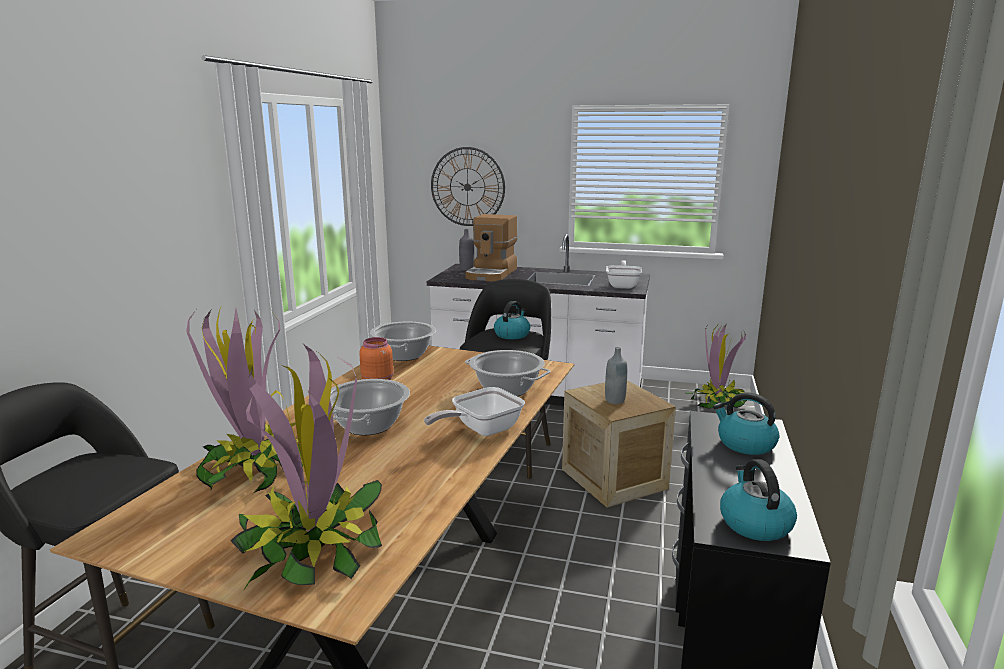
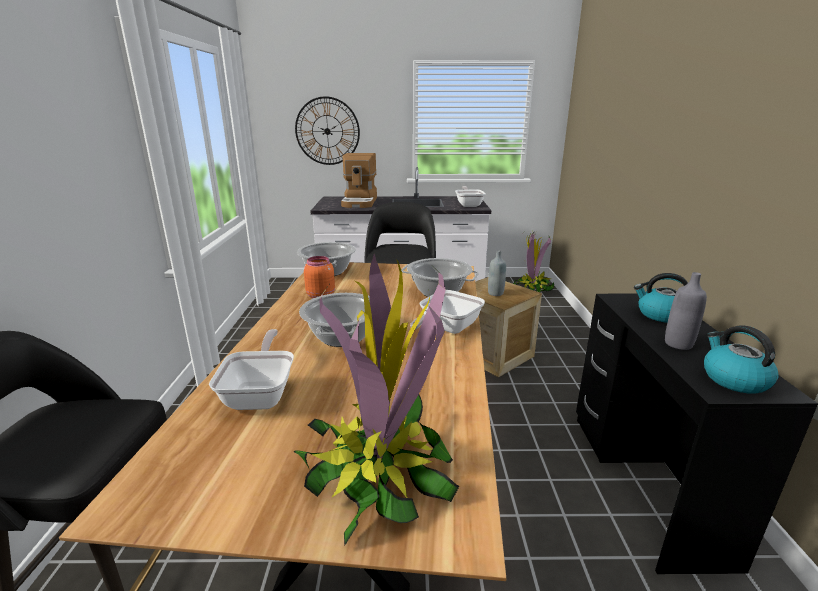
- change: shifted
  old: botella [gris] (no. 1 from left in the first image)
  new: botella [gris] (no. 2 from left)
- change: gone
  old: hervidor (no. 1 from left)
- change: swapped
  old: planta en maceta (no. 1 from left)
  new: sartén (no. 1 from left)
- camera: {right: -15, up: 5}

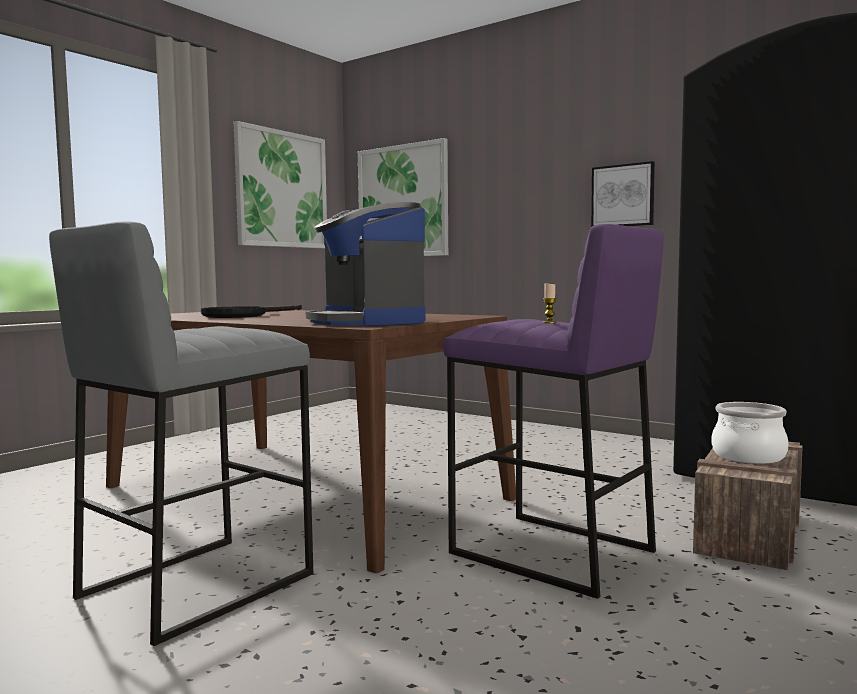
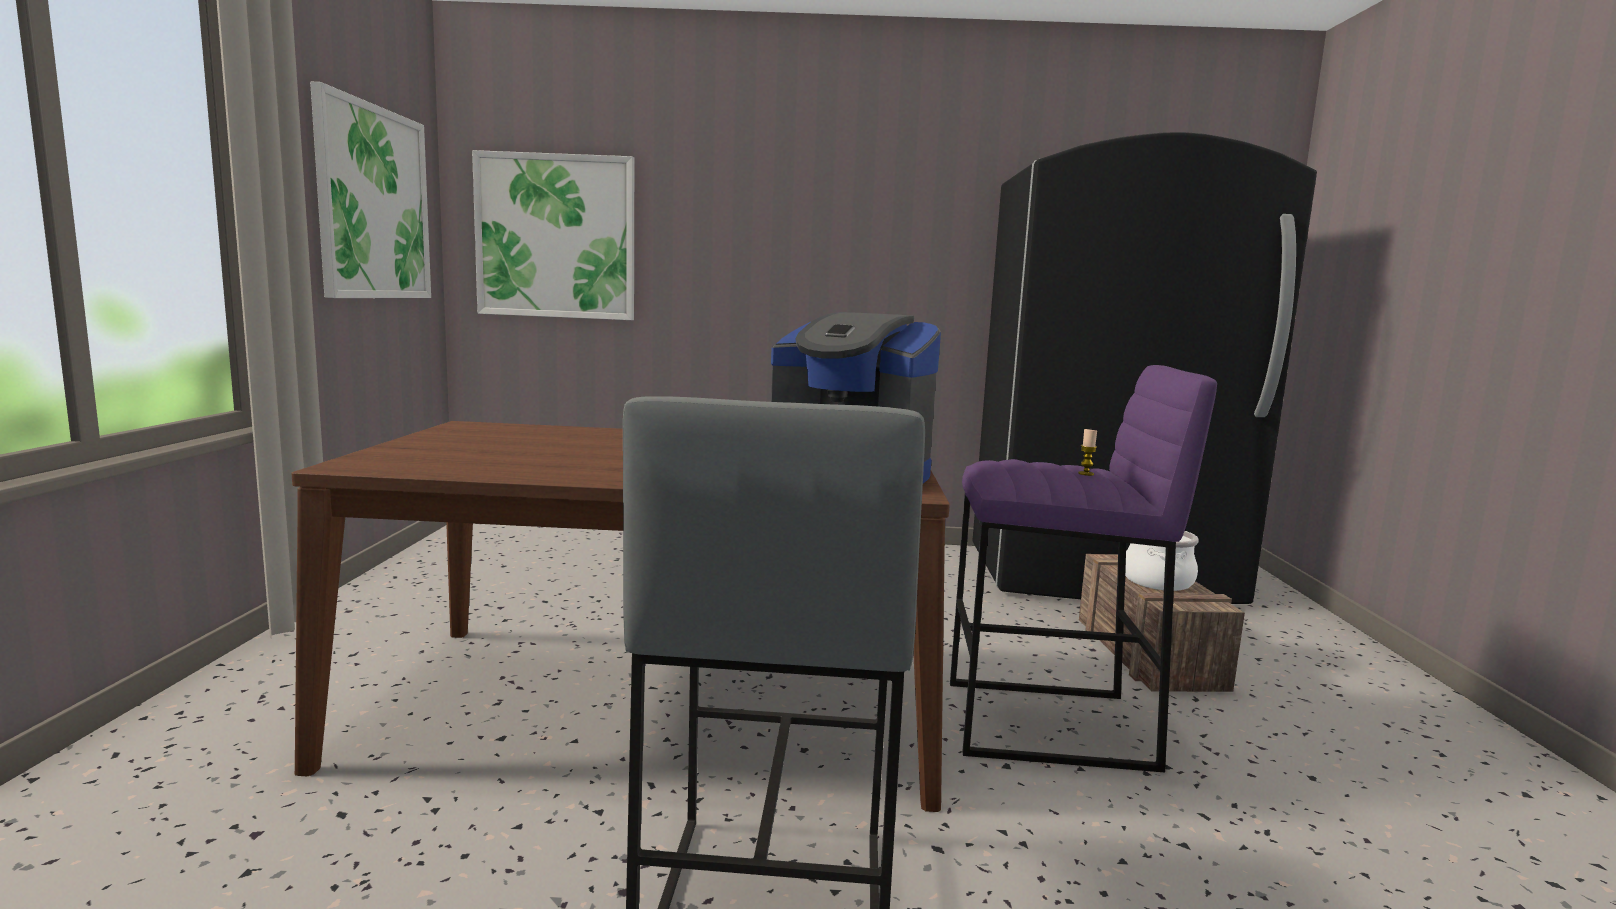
- change: gone
  old: cuadro (no. 3 from left)
- change: gone
  old: sartén [negro]
- camera: {right: -35, up: 5}

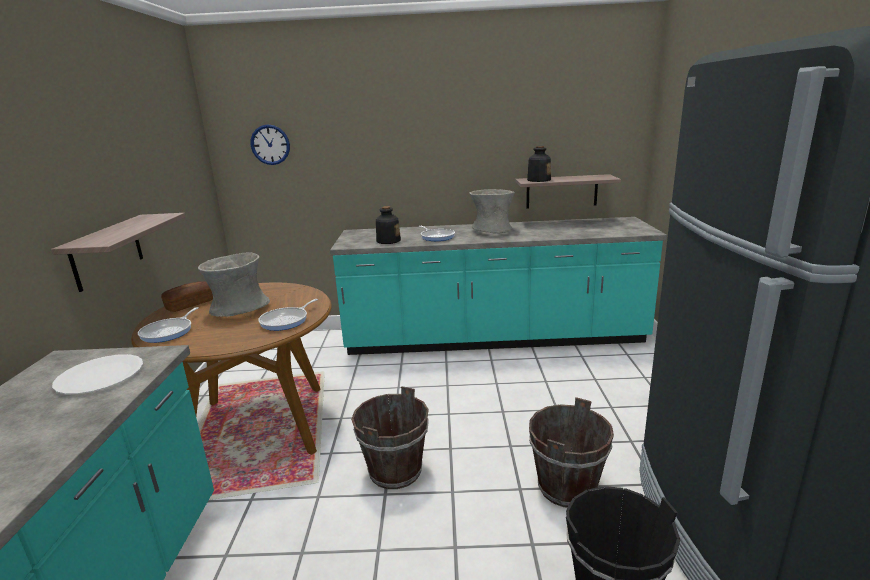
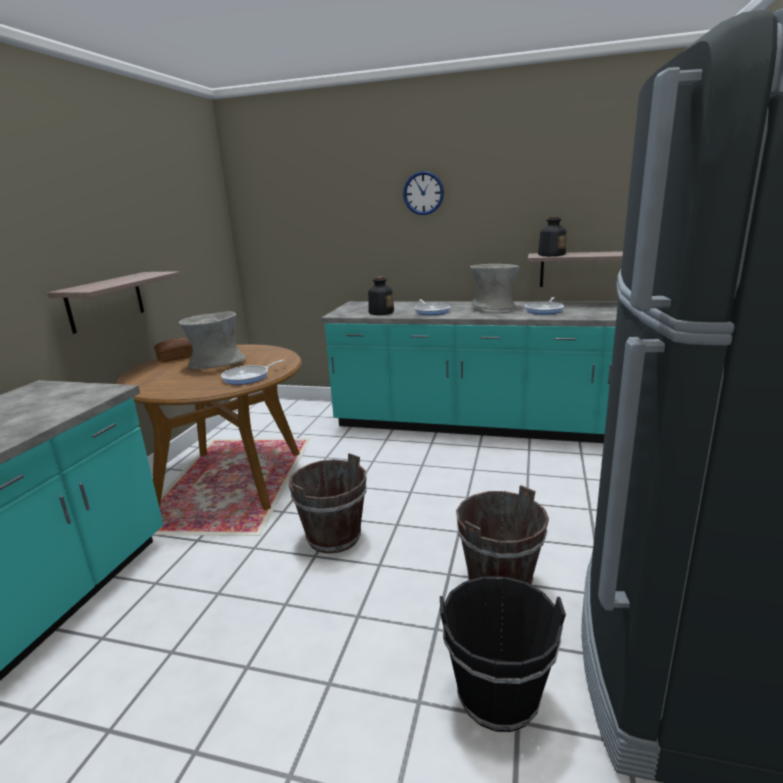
- change: shifted
  old: reloj de pared
- change: shifted
  old: sartén (no. 1 from left in the first image)
  new: sartén (no. 3 from left)
- change: gone
  old: plato [blanco]
- camera: {right: 15, up: 0}

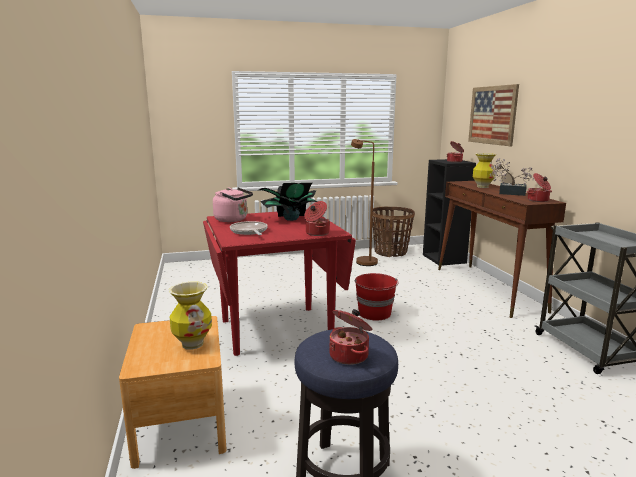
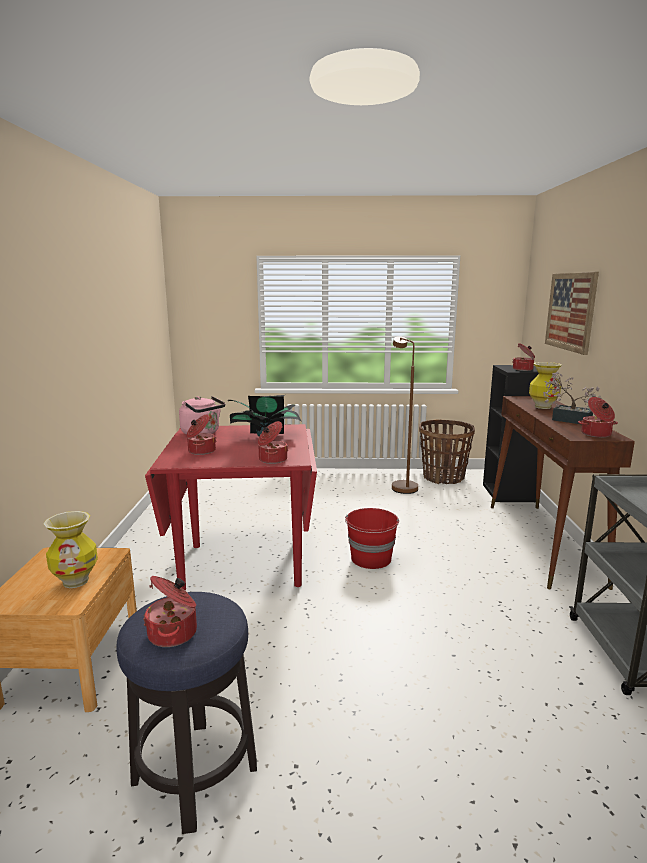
- change: swapped
  old: sartén
  new: olla (no. 2 from left)
- camera: {right: 15, up: 0}

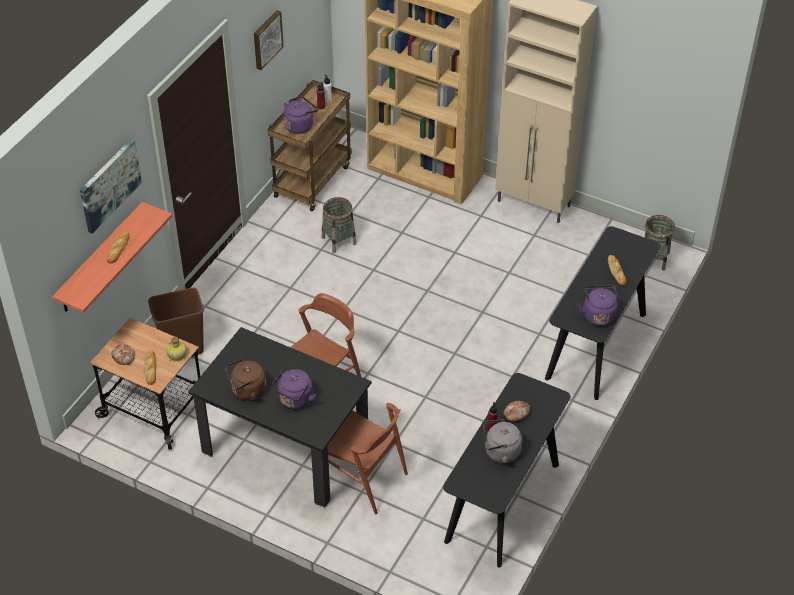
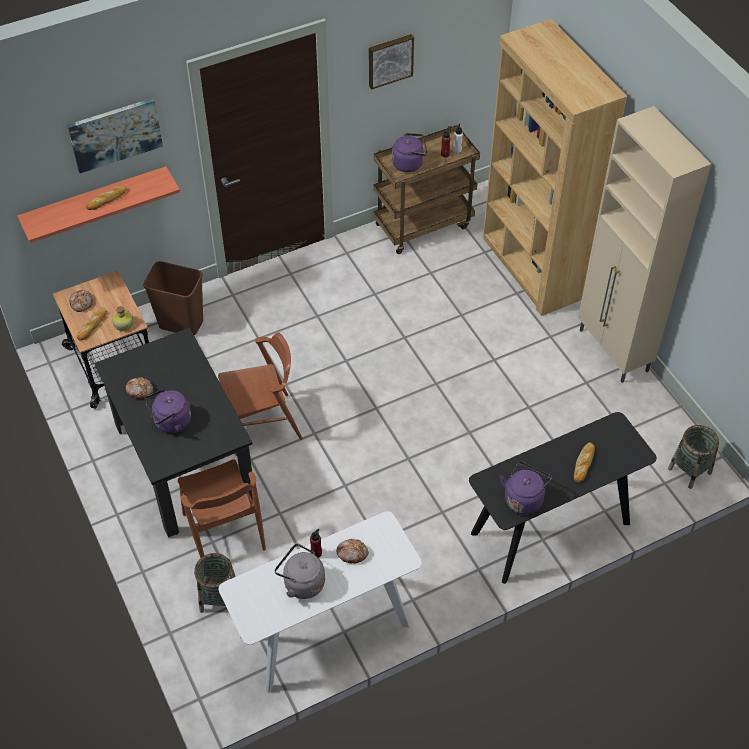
- change: shifted
  old: cesta (no. 1 from left)
- change: swapped
  old: hervidor [marrón]
  new: pan (no. 4 from left)
- change: repainted
  old: mesa consola [negro] (no. 1 from left)
  new: mesa consola [blanco]
- camera: {right: 35, up: 5}

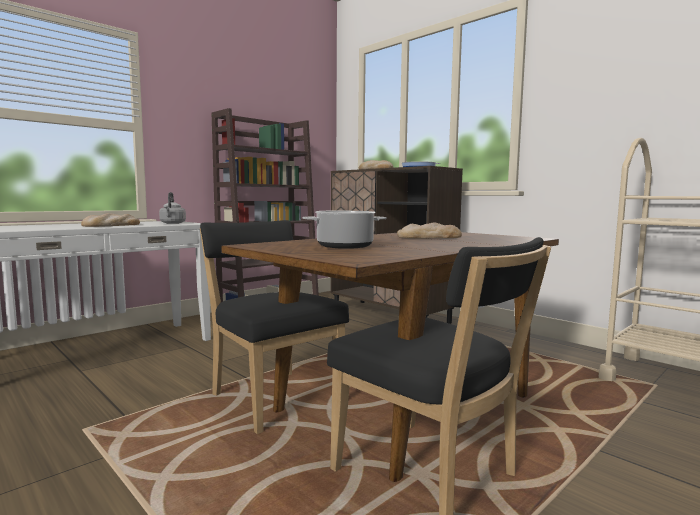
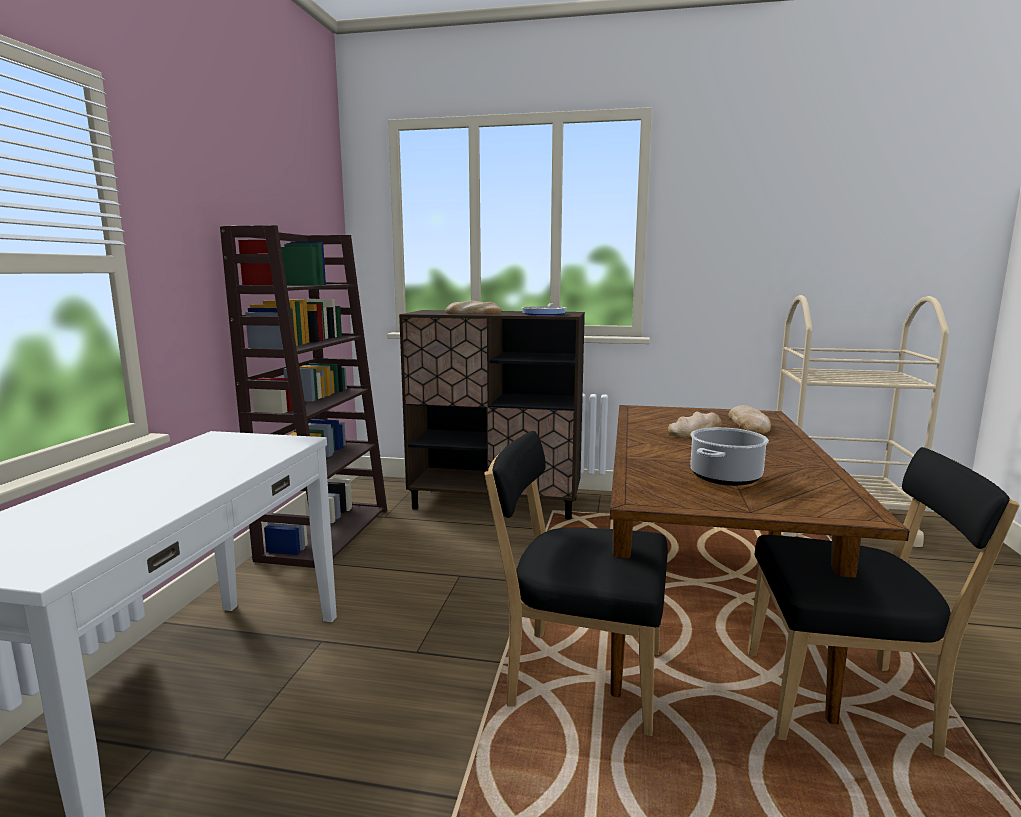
- change: gone
  old: hervidor [gris]
- change: shifted
  old: pan (no. 1 from left in the first image)
  new: pan (no. 3 from left)
- camera: {right: -35, up: 5}

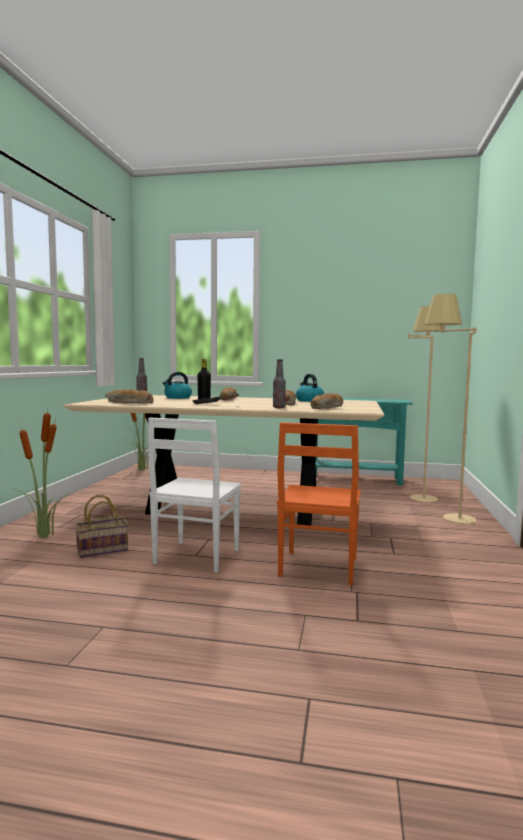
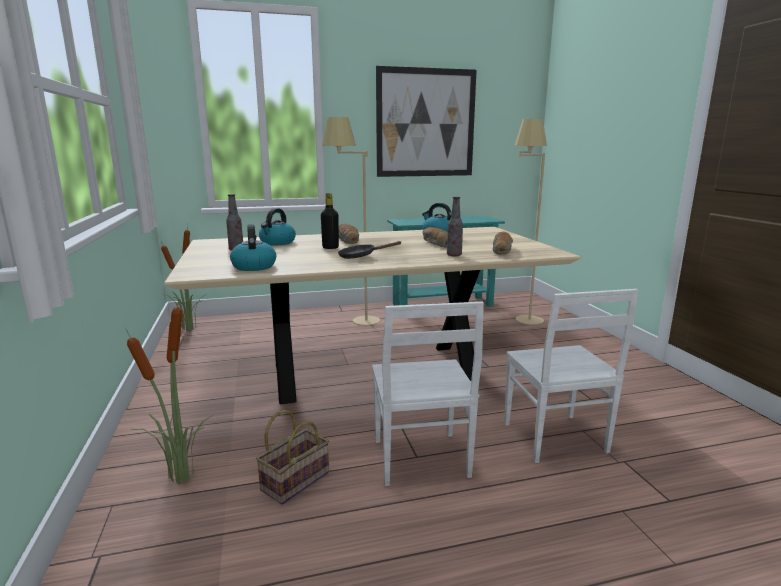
- change: shifted
  old: lámpara de pie [beis] (no. 2 from left in the first image)
  new: lámpara de pie [beis] (no. 1 from left)
- change: swapped
  old: pan (no. 1 from left)
  new: hervidor (no. 1 from left)
- change: repainted
  old: silla [naranja]
  new: silla [blanco] (no. 2 from left)
- change: new
  new: cuadro
- camera: {right: -25, up: 10}

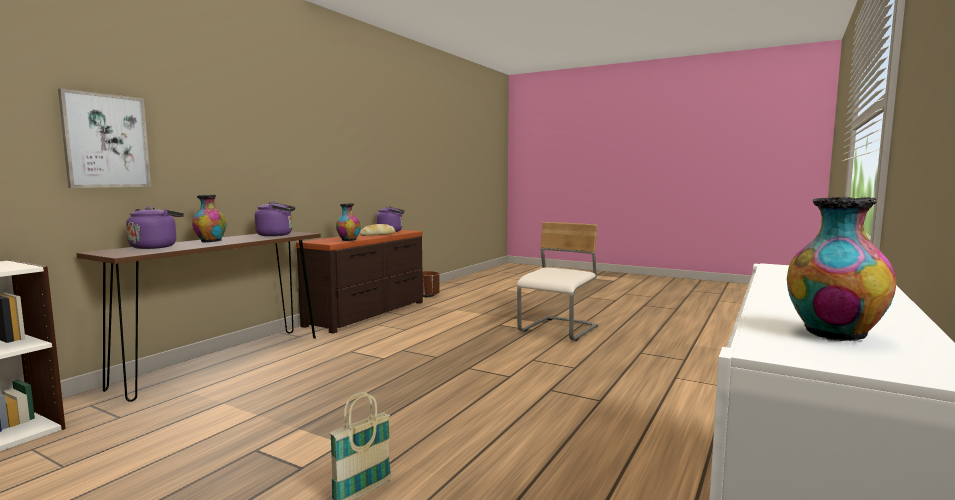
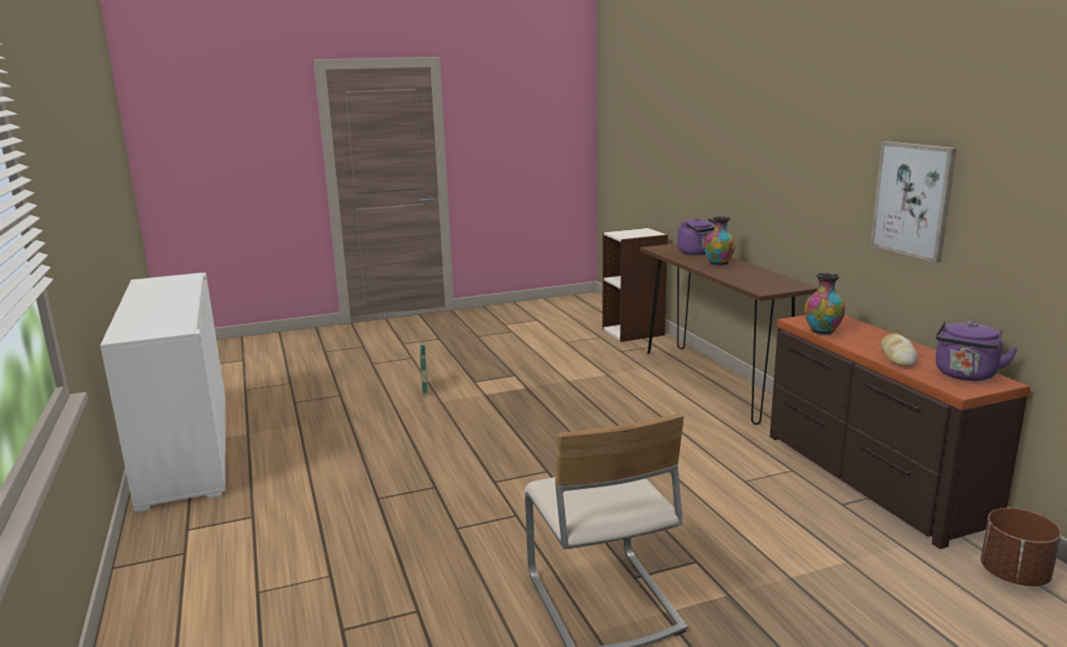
- change: shifted
  old: cuadro
- change: gone
  old: florero (no. 3 from left)
- change: gone
  old: hervidor [morado] (no. 2 from left)
- camera: {right: 130, up: 10}

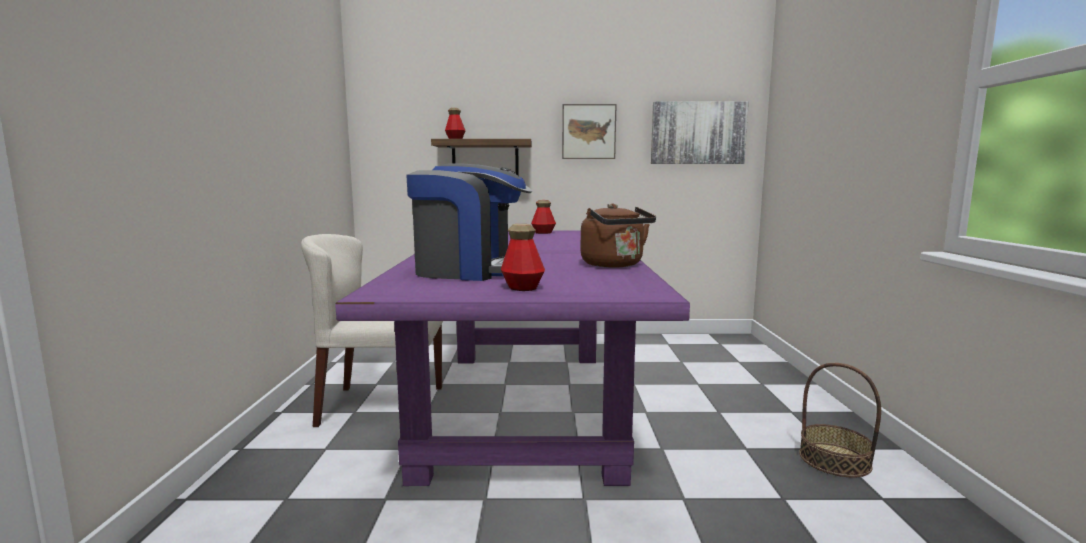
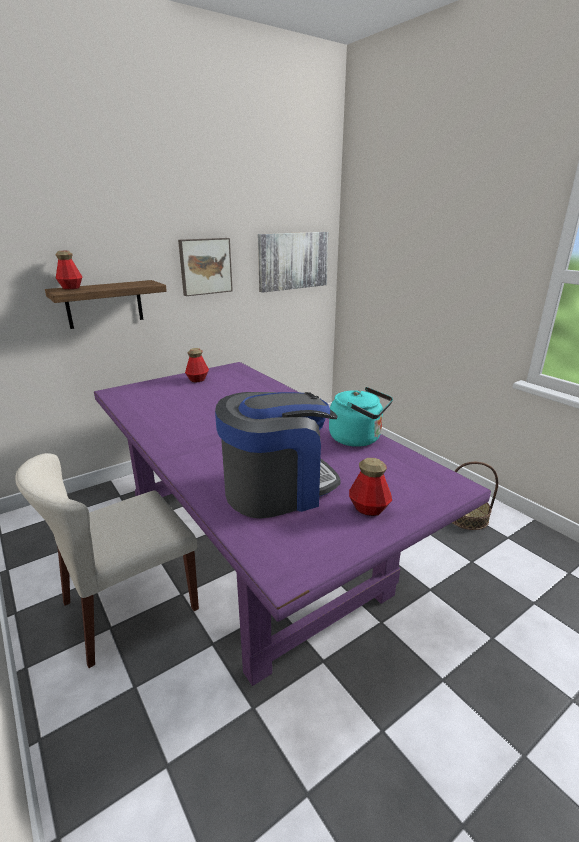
- change: repainted
  old: hervidor [marrón]
  new: hervidor [turquesa]
- camera: {right: -35, up: 15}

